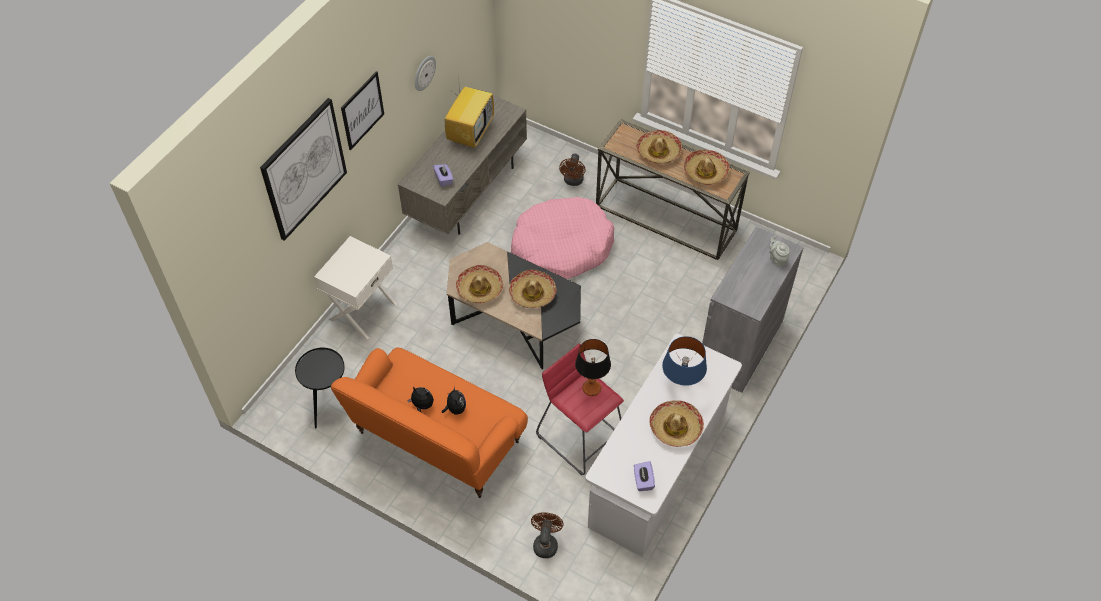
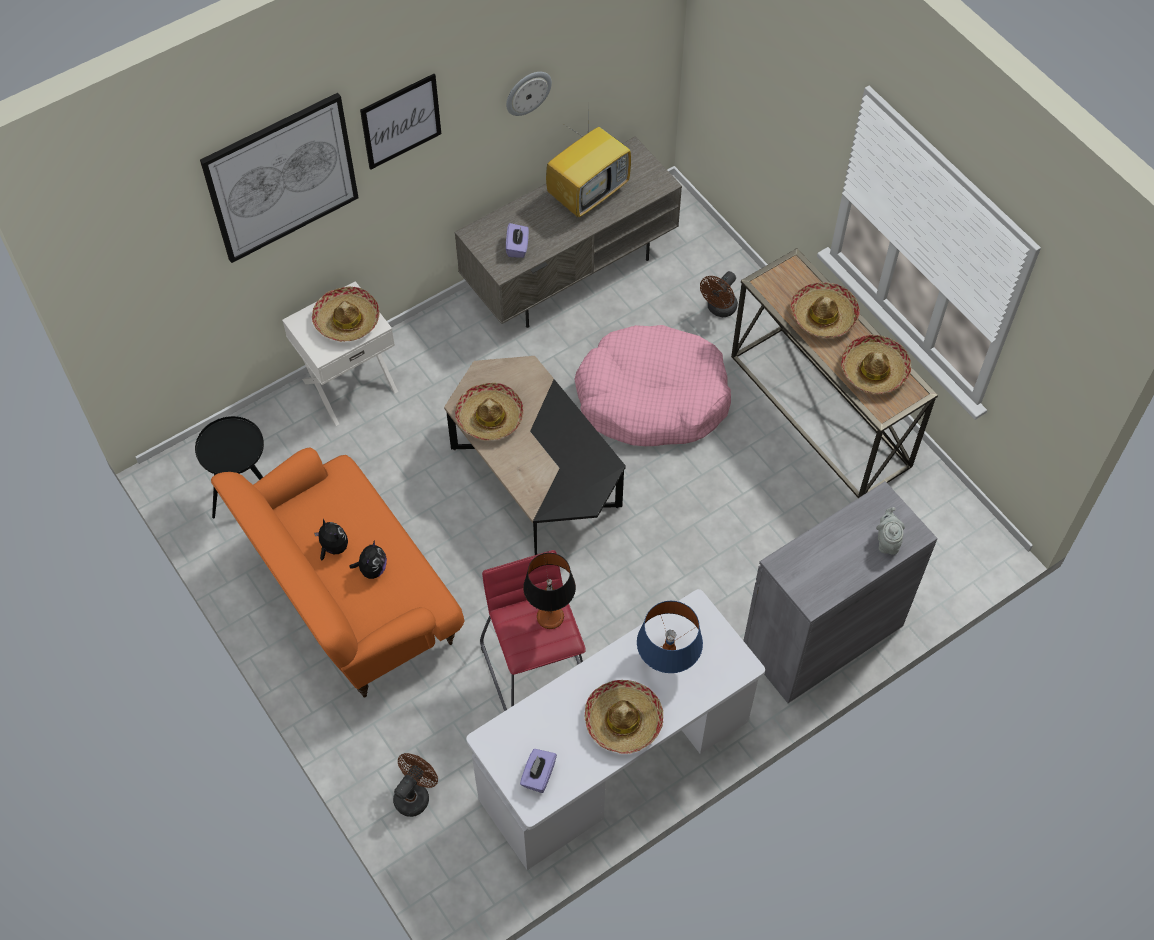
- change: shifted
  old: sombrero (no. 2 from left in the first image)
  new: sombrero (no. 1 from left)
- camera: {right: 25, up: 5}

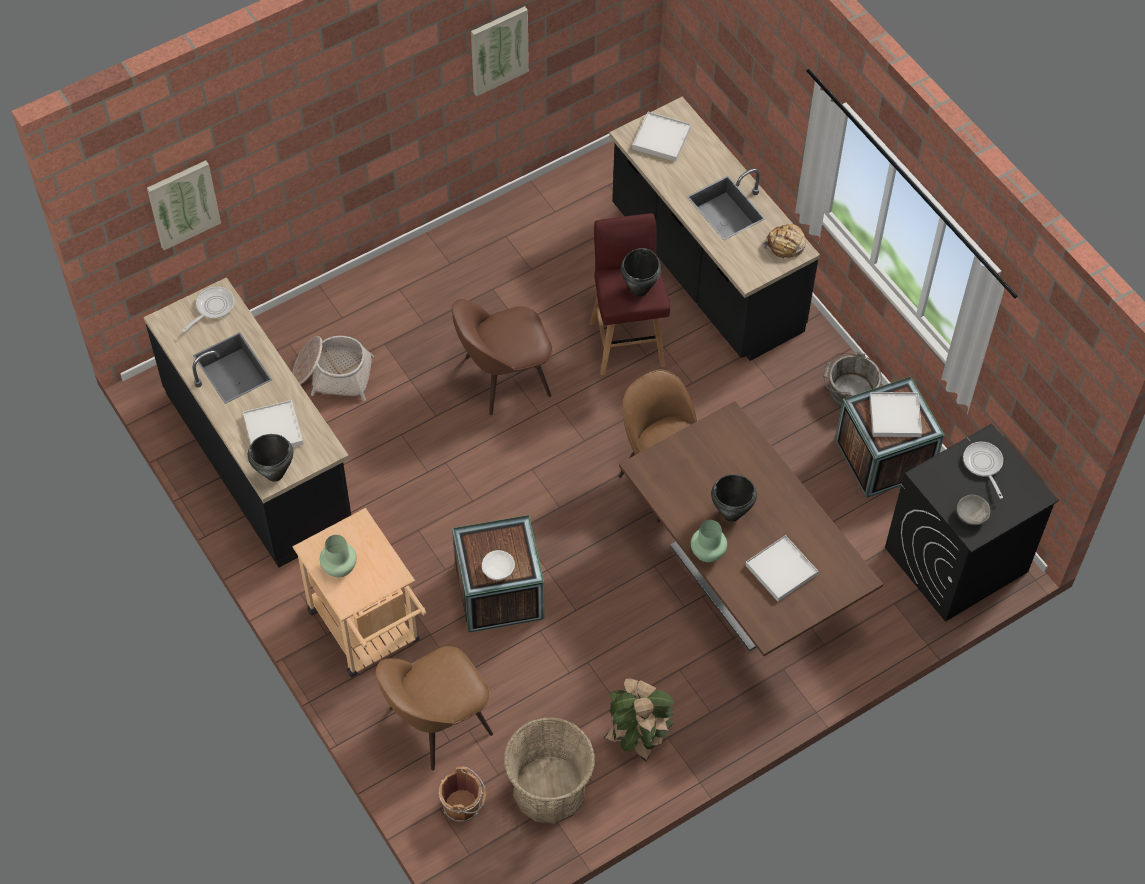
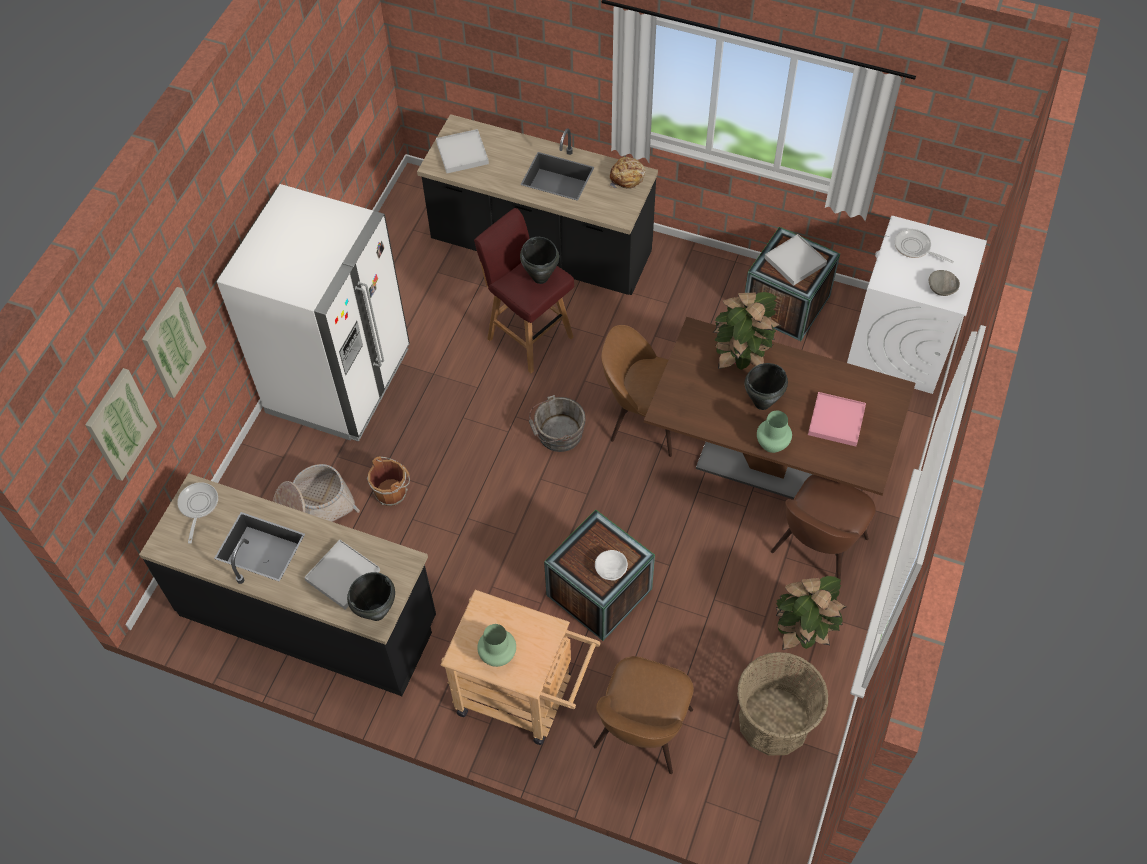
- change: shifted
  old: cuadro (no. 2 from left)
- change: shifted
  old: silla [marrón] (no. 2 from left in the first image)
  new: silla [marrón] (no. 3 from left)
- change: shifted
  old: cubo [gris]
- change: repainted
  old: lavadora [negro]
  new: lavadora [blanco]
- change: repainted
  old: bandeja [blanco] (no. 3 from left)
  new: bandeja [rosa]
- change: shifted
  old: cubo [marrón]
- change: new
  new: nevera [blanco]
- change: new
  new: planta en maceta (no. 1 from left)
- camera: {right: -35, up: 0}

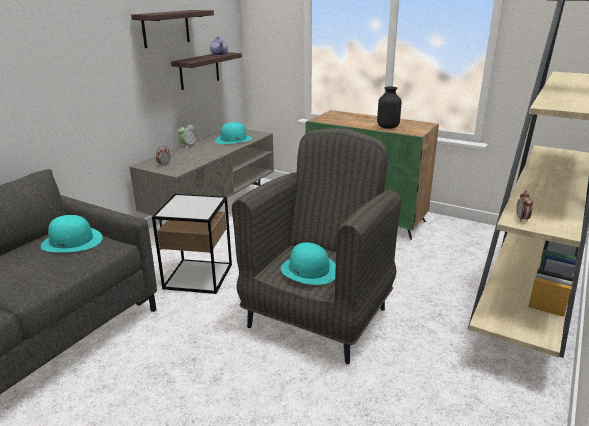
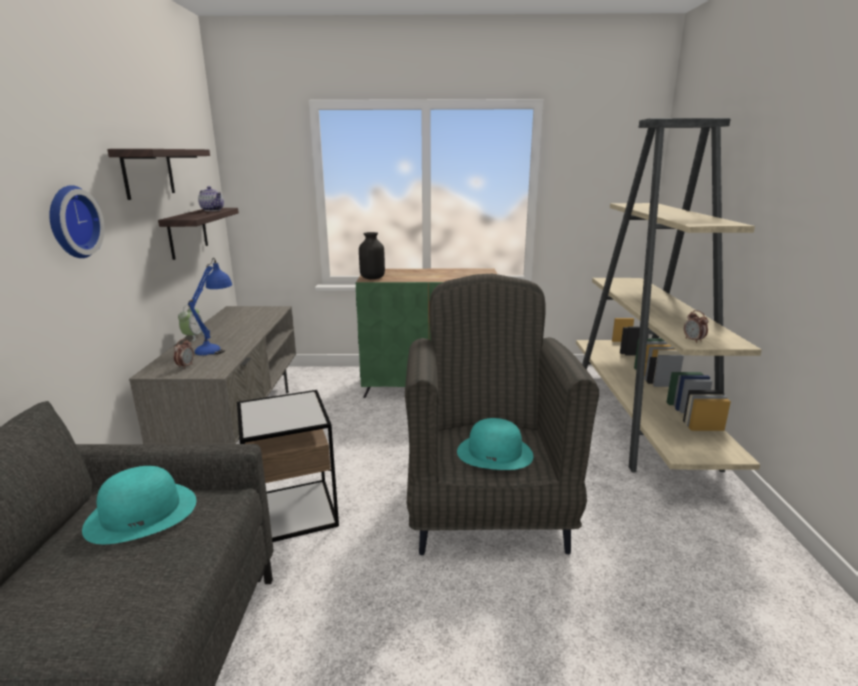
- change: shifted
  old: florero [negro]
- change: gone
  old: sombrero [turquesa] (no. 2 from left)
- change: new
  new: reloj de pared
- change: new
  new: lámpara de mesa [azul]
- camera: {right: -30, up: -5}

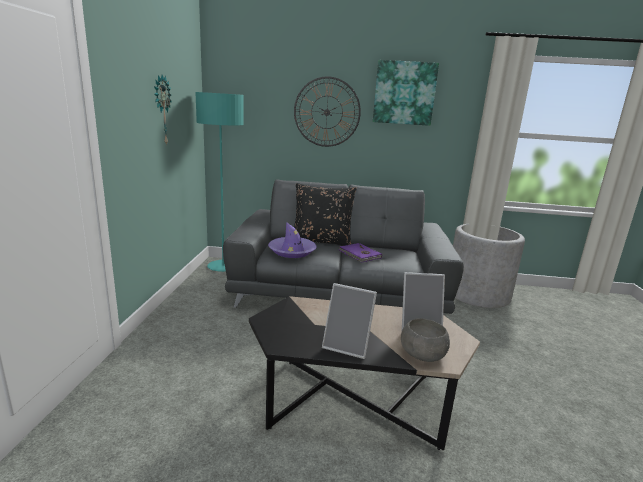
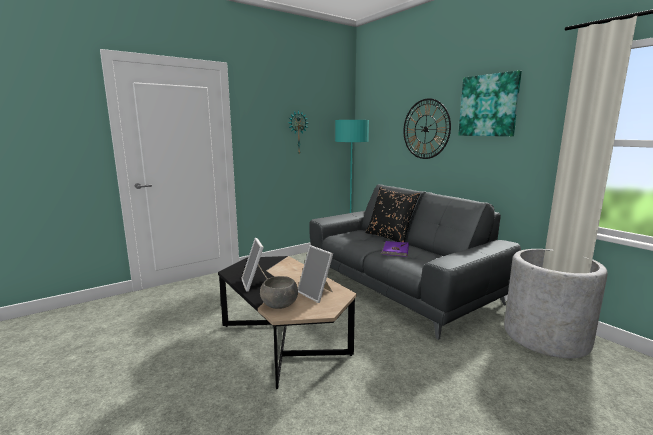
- change: gone
  old: sombrero [morado]
- camera: {right: 50, up: -5}

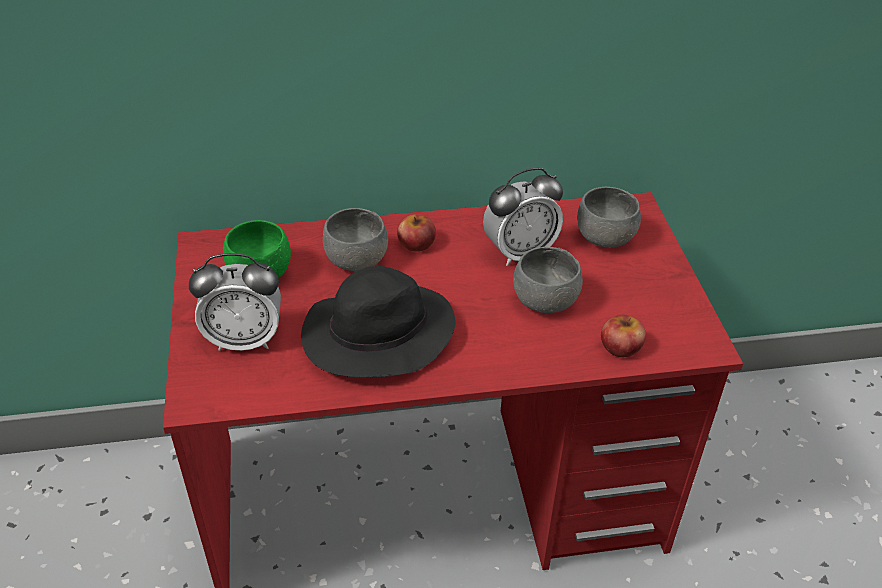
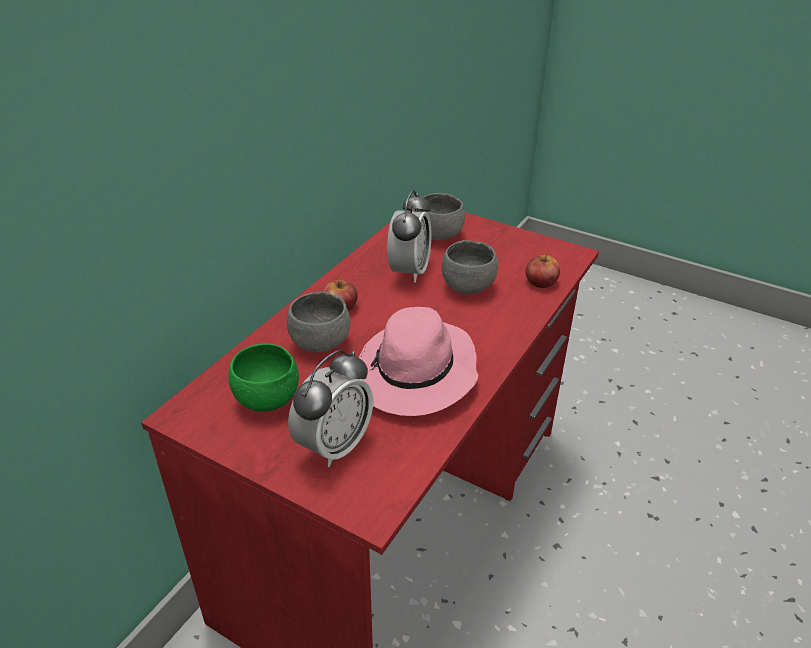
- change: repainted
  old: sombrero [negro]
  new: sombrero [rosa]
- camera: {right: -50, up: -5}

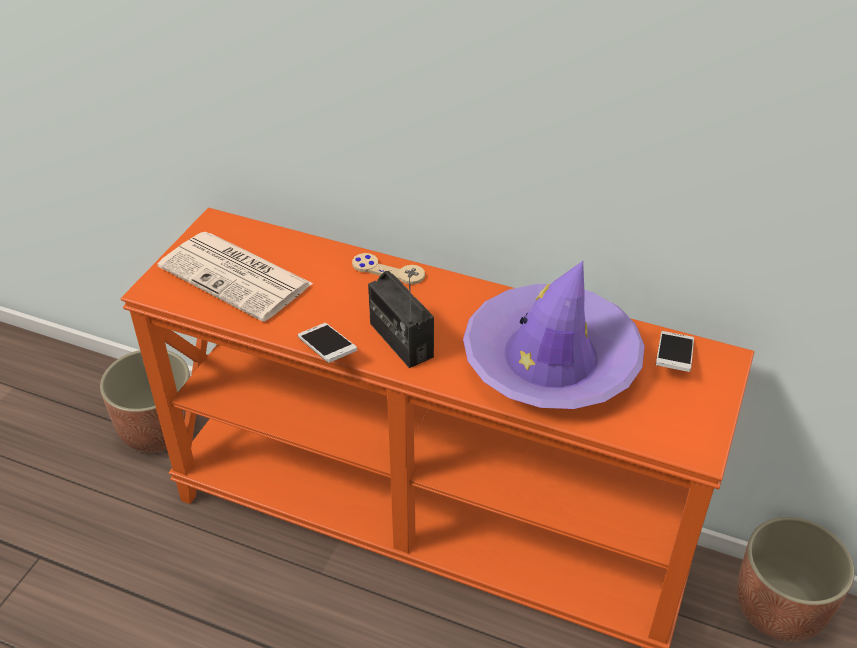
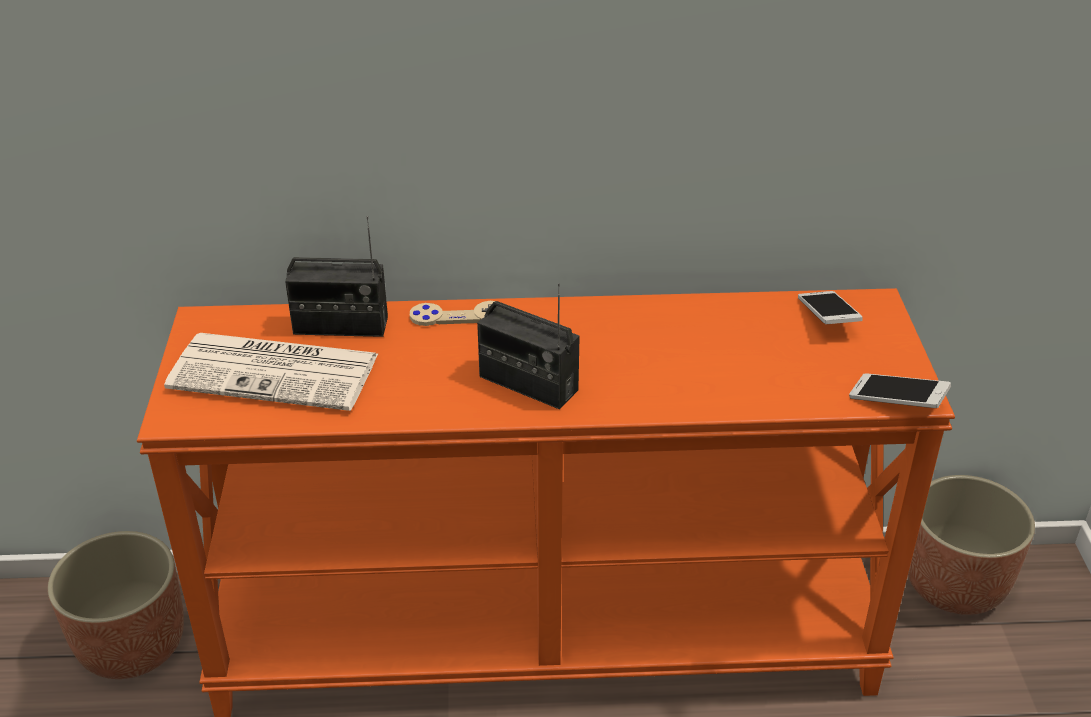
- change: gone
  old: sombrero [morado]
- change: shifted
  old: móvil (no. 1 from left in the first image)
  new: móvil (no. 2 from left)
- change: new
  new: radio (no. 1 from left)
- camera: {right: -25, up: -5}

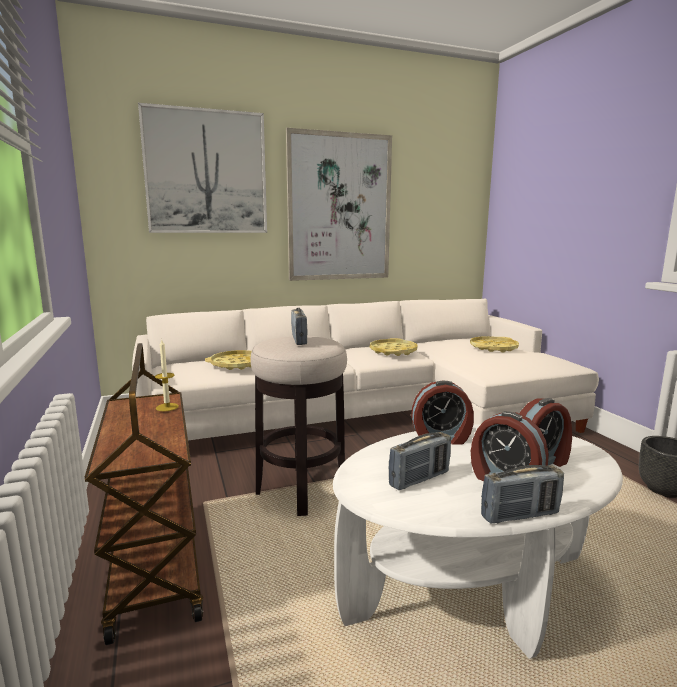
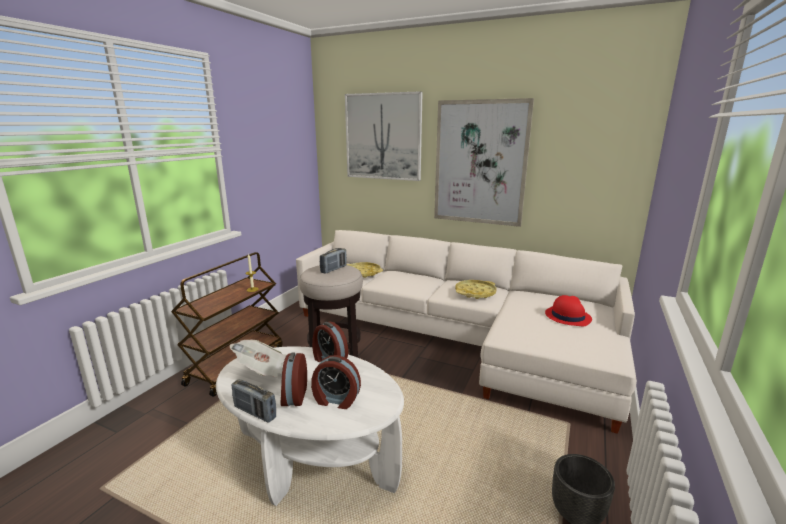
- change: swapped
  old: bandeja [amarillo] (no. 3 from left)
  new: sombrero [rojo]
- change: swapped
  old: radio (no. 2 from left)
  new: periódico
- camera: {right: 45, up: 5}

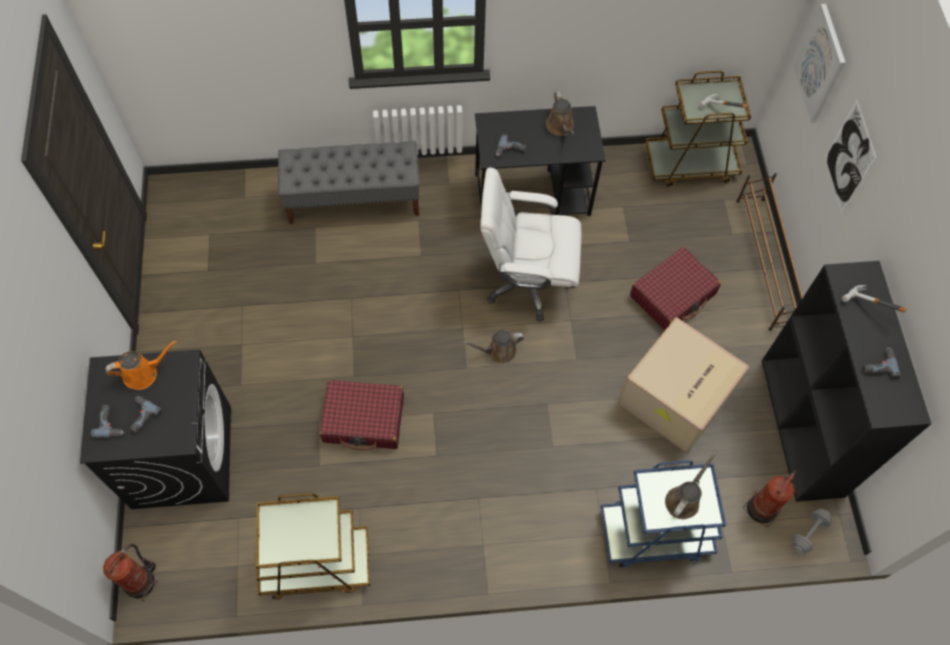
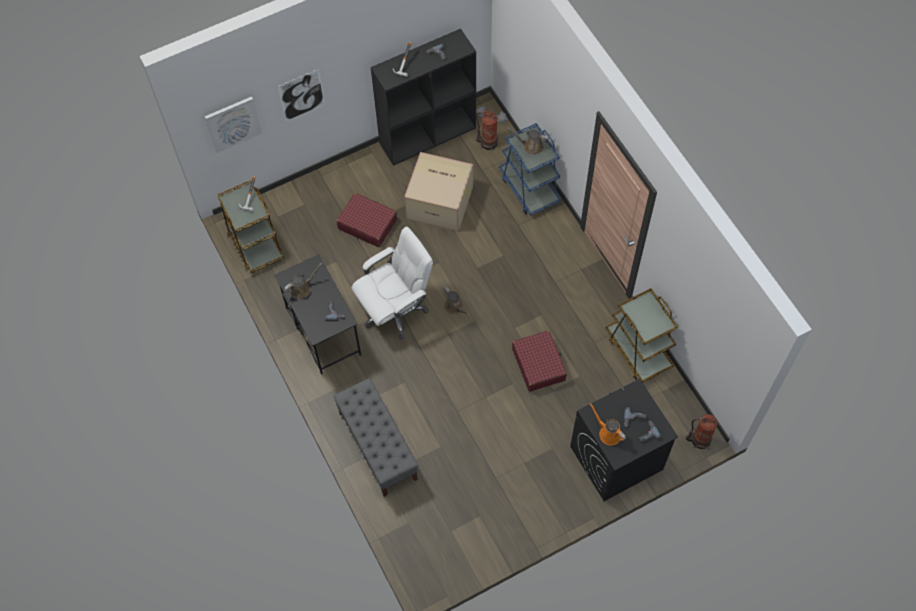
- change: rotated
  old: silla de oficina [blanco]
  degrees: -105
- change: gone
  old: zapatero [marrón]
- camera: {right: -110, up: 0}

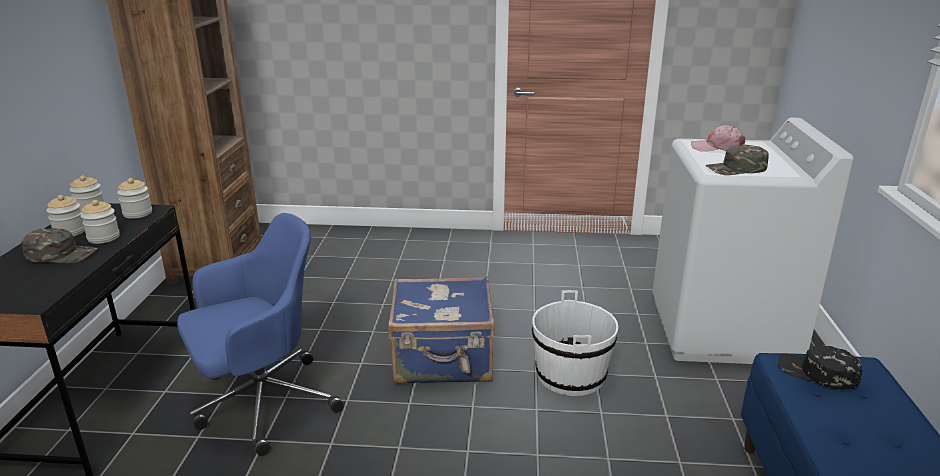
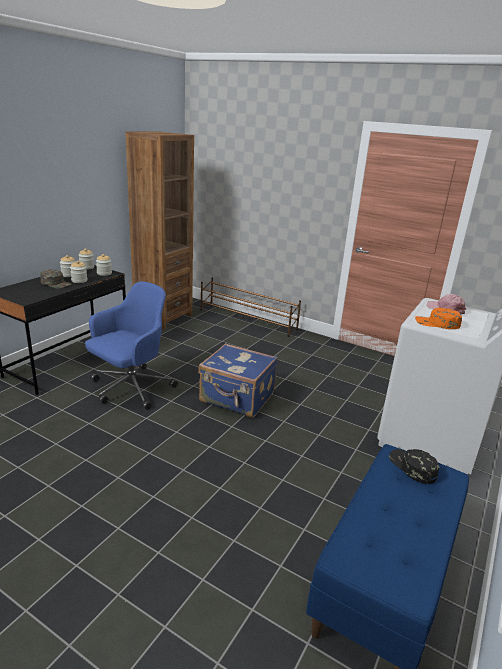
- change: repainted
  old: gorra [verde] (no. 2 from left)
  new: gorra [naranja]
- change: rotated
  old: silla de oficina [azul]
  degrees: -45
- change: gone
  old: cubo [blanco]
- change: new
  new: zapatero [marrón]
- camera: {right: 25, up: 0}

